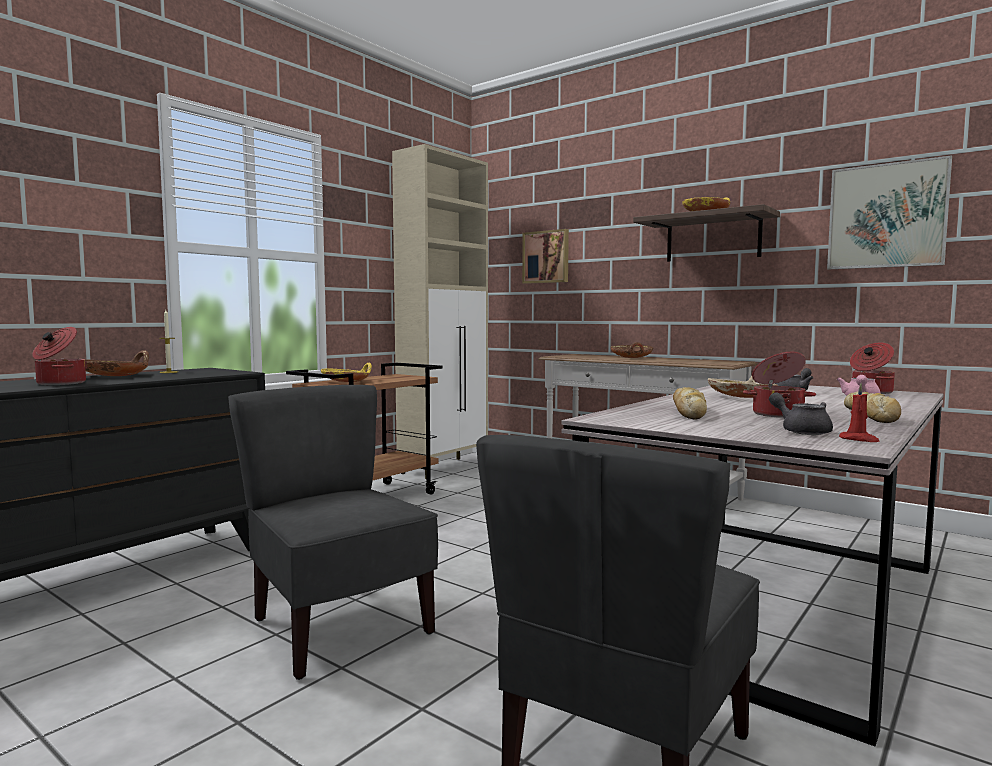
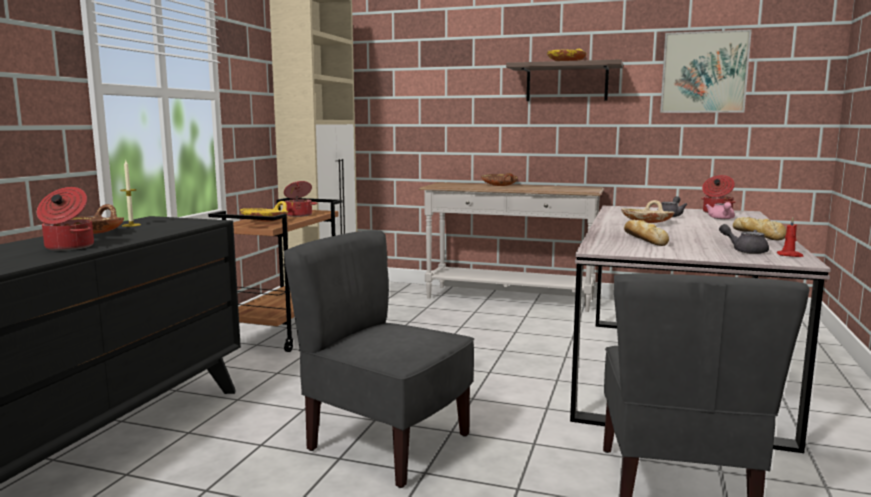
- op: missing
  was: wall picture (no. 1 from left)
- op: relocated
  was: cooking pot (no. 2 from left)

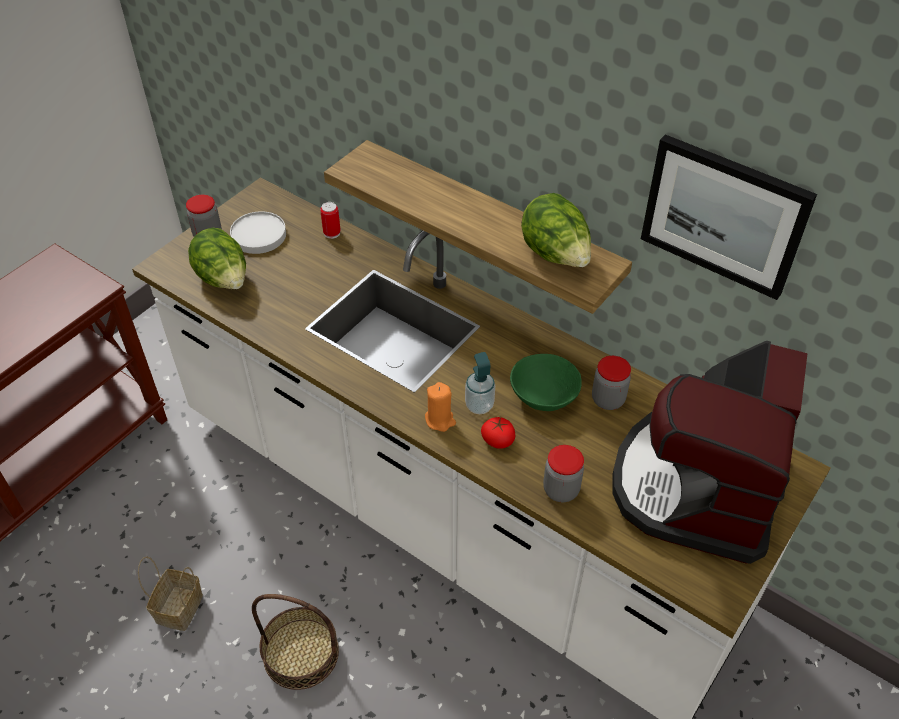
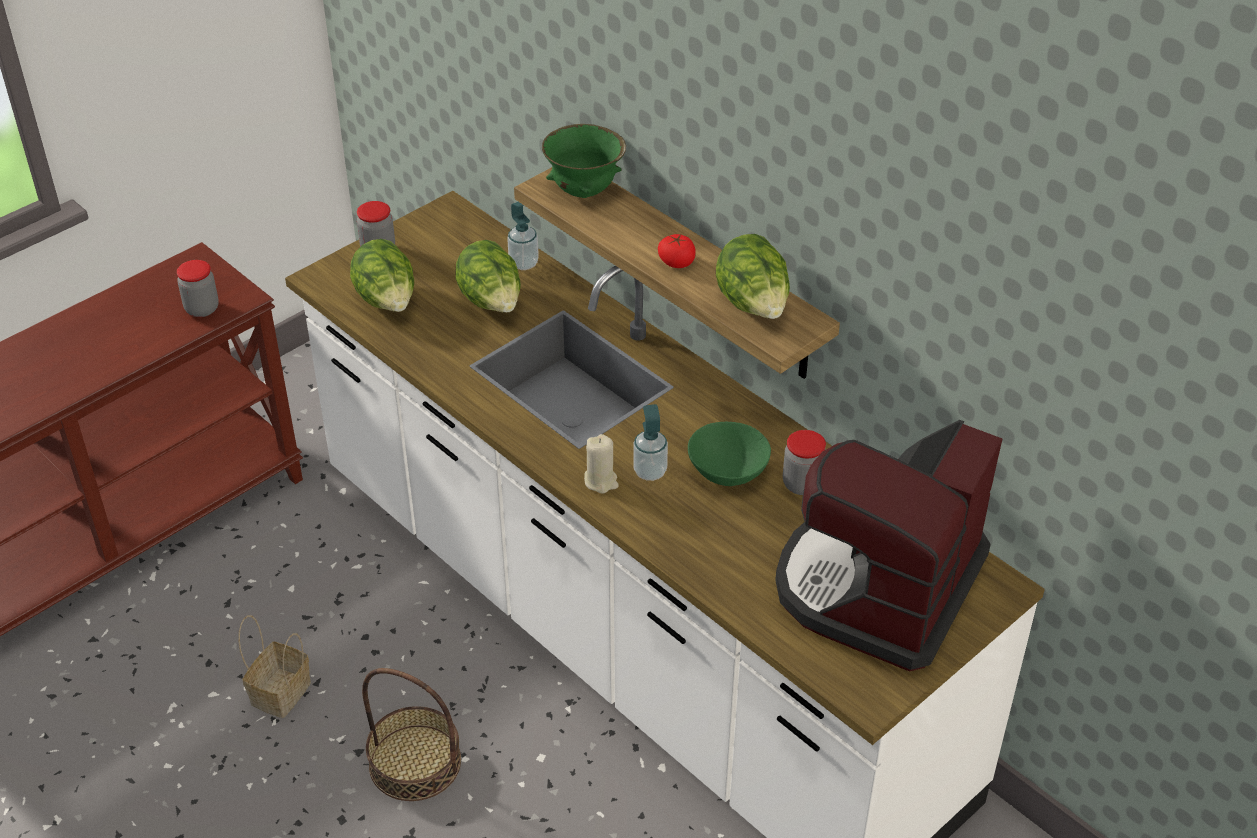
- op: missing
  was: wall picture
- op: exchanged
  was: sealed can
  now: soap bottle (no. 1 from left)
- op: missing
  was: white dinner plate
- op: colour
  was: orange-coloured wax light
  now: beige-coloured wax light
- op: relocated
  was: whole tomato
- op: relocated
  was: storage jar (no. 2 from left in the first image)
  now: storage jar (no. 1 from left)
- op: appeared
  now: green-coloured bowl (no. 1 from left)
- op: appeared
  now: lettuce (no. 2 from left)

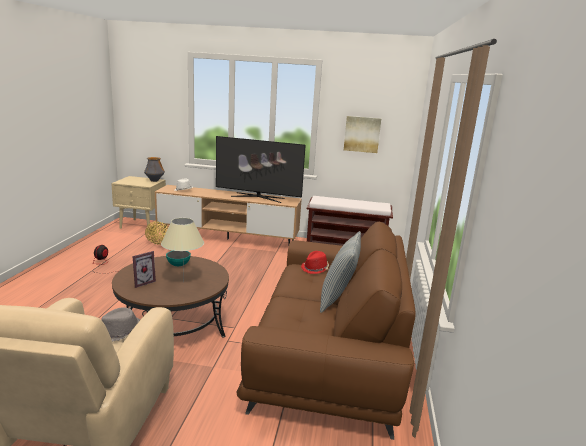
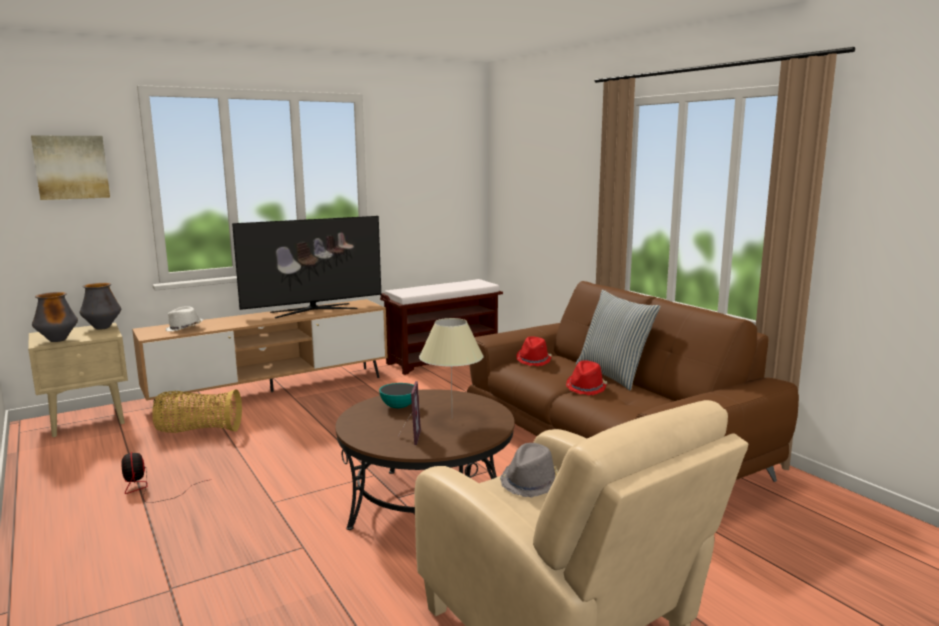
- op: relocated
  was: wall picture
- op: appeared
  now: decorative vase (no. 1 from left)
- op: appeared
  now: red-coloured wearable hat (no. 2 from left)

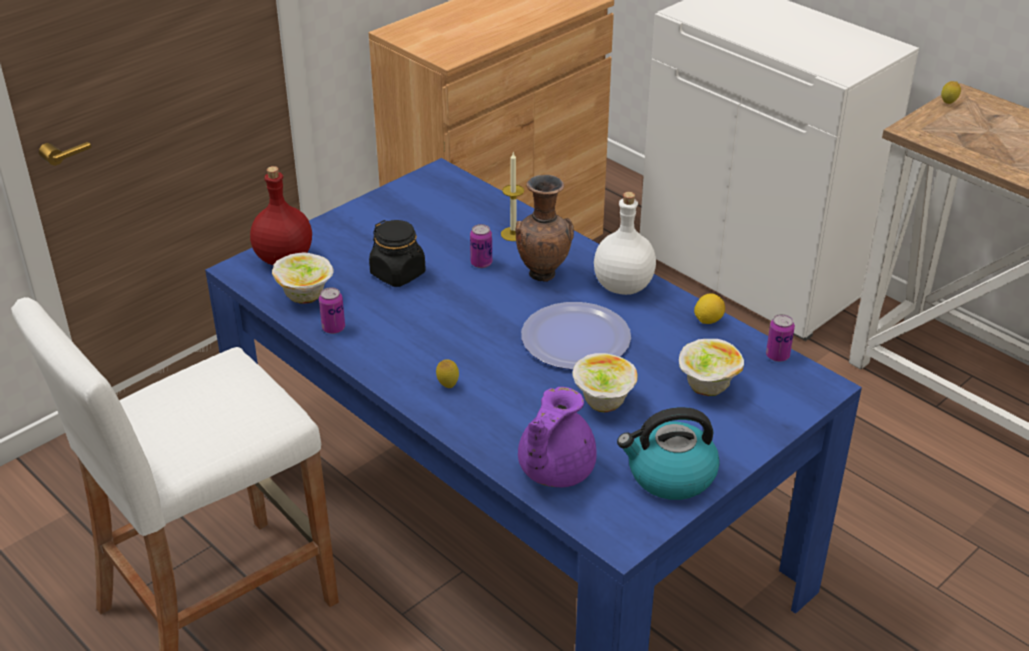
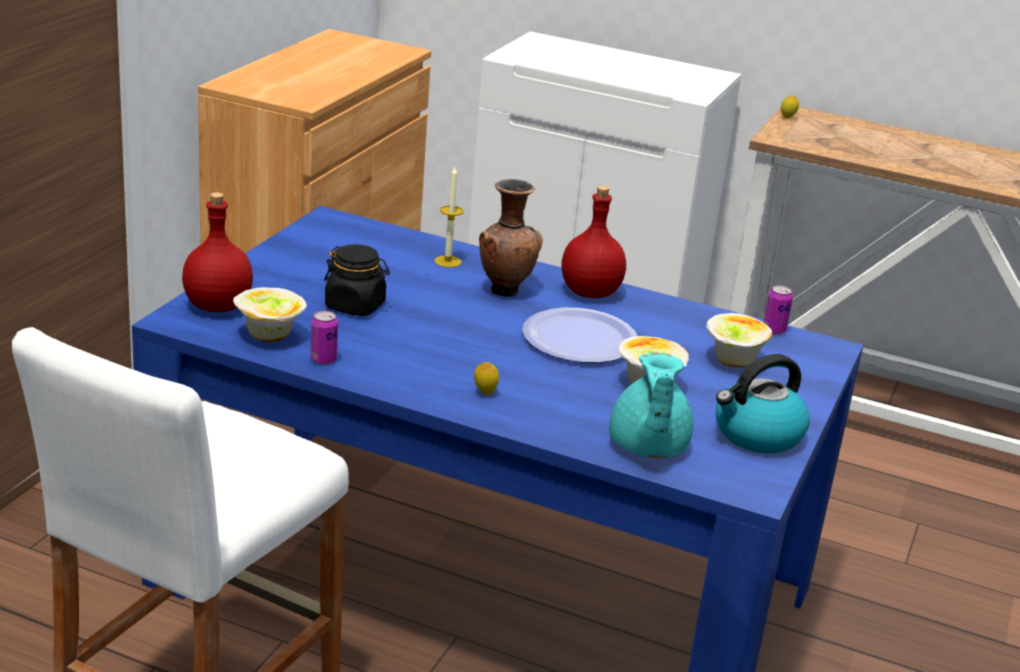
- op: colour
  was: white drink bottle
  now: red-coloured drink bottle (no. 2 from left)
- op: missing
  was: sealed can (no. 2 from left)
- op: missing
  was: lemon (no. 2 from left)
- op: colour
  was: purple tea pot
  now: turquoise-coloured tea pot

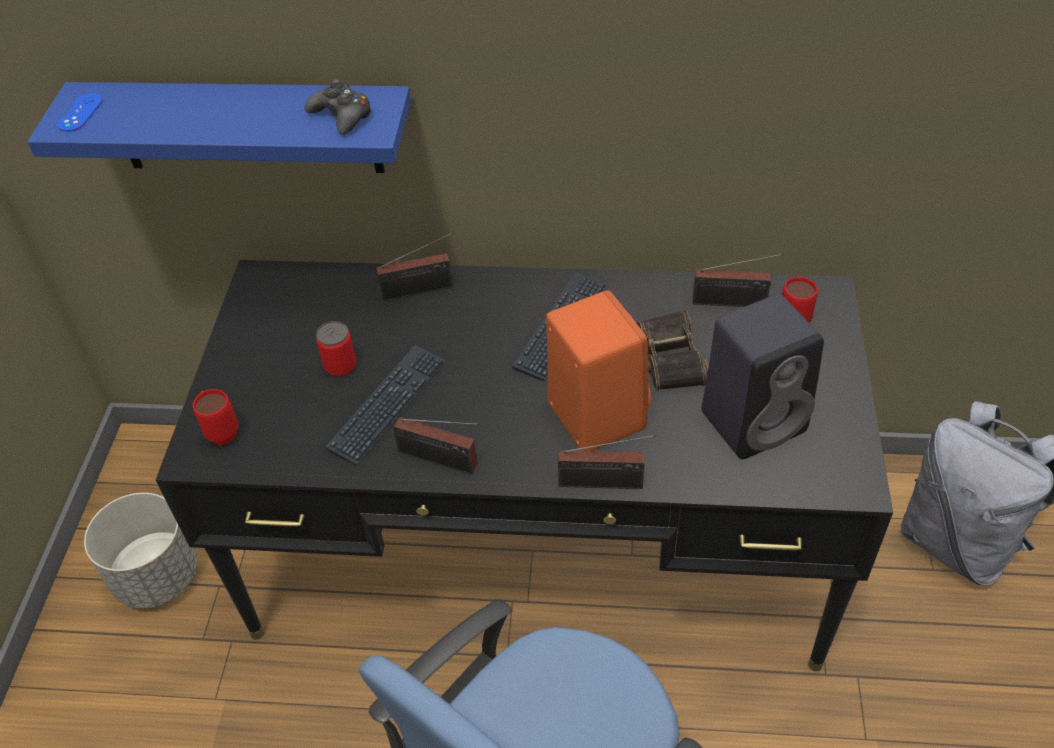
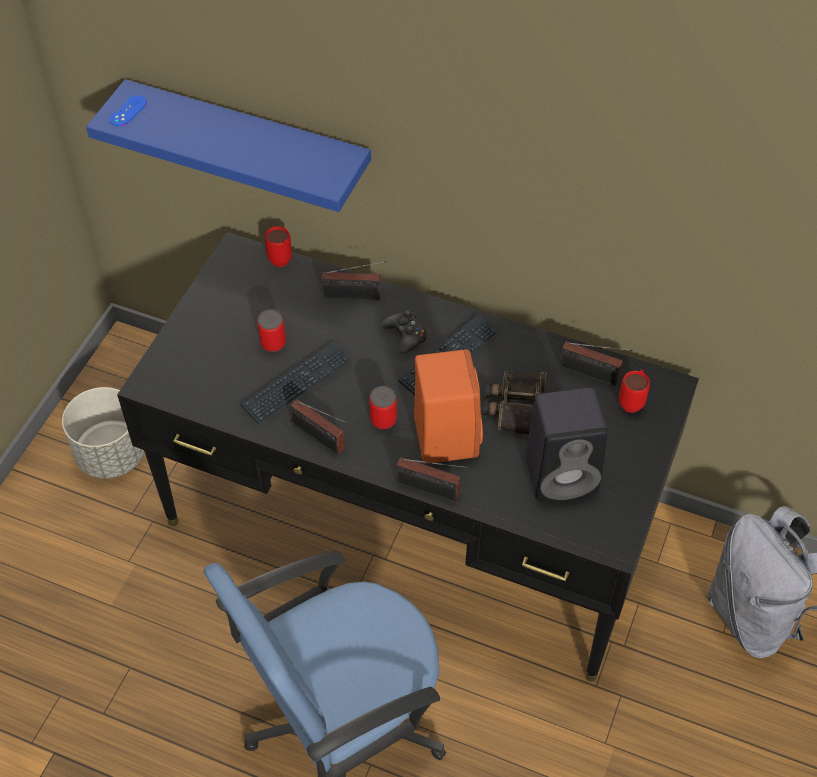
- op: relocated
  was: black-coloured joypad
- op: relocated
  was: red-coloured tea mug (no. 1 from left)
- op: appeared
  now: sealed can (no. 2 from left)

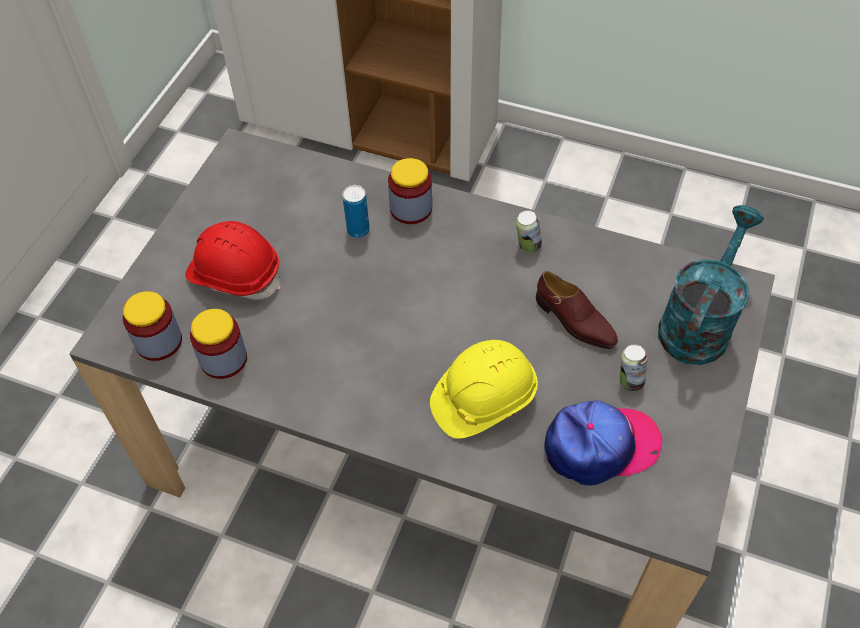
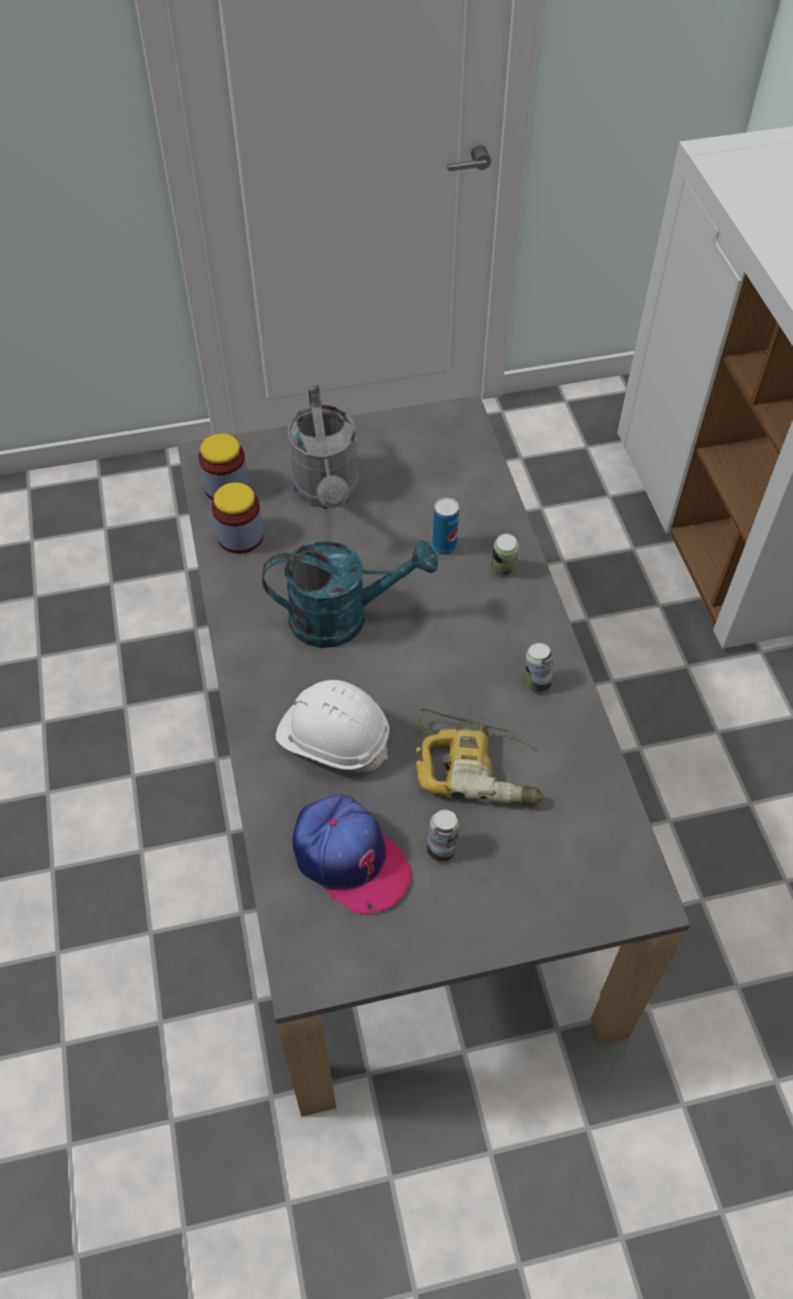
- op: exchanged
  was: storage jar (no. 3 from left)
  now: sealed can (no. 3 from left)
- op: relocated
  was: turquoise-coloured watering can
- op: exchanged
  was: red-coloured work helmet
  now: greyish watering can
- op: exchanged
  was: brown-coloured shoe
  now: drill
- op: colour
  was: yellow work helmet
  now: white work helmet

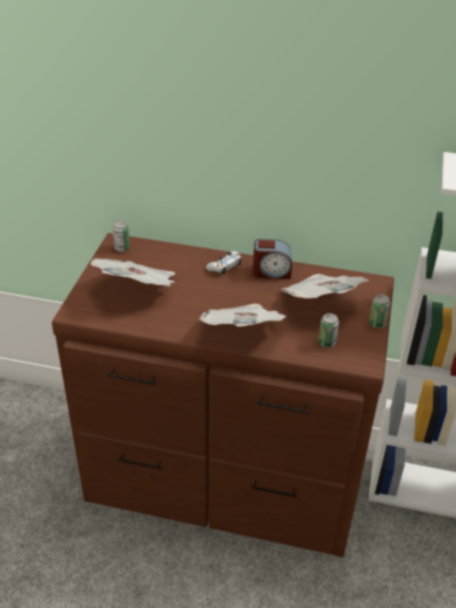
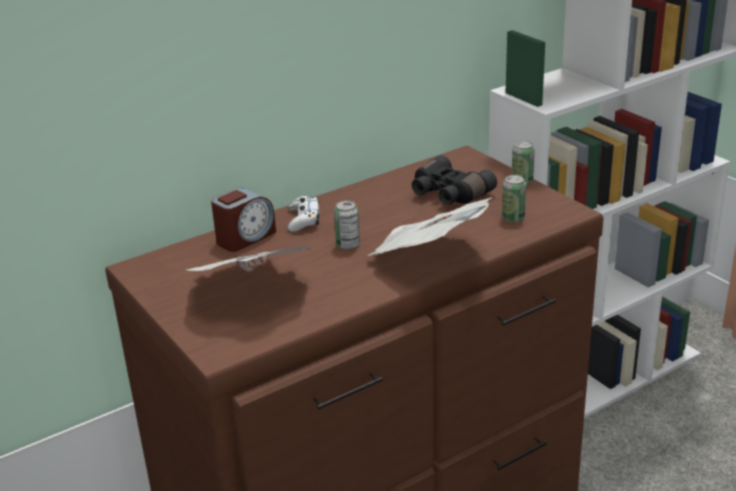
- op: relocated
  was: sealed can (no. 1 from left)
- op: relocated
  was: bedside clock
- op: exchanged
  was: printed paper (no. 3 from left)
  now: black-coloured field glasses

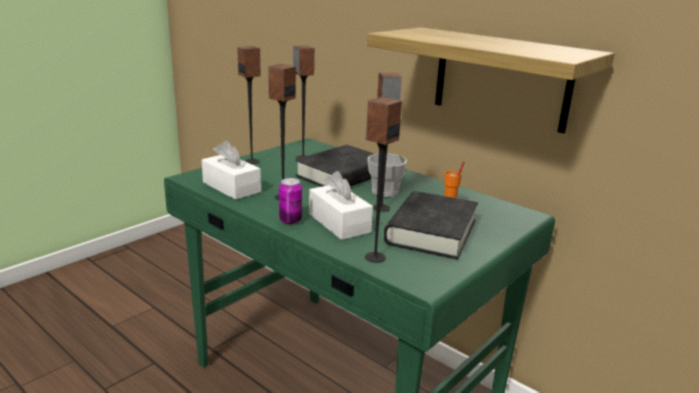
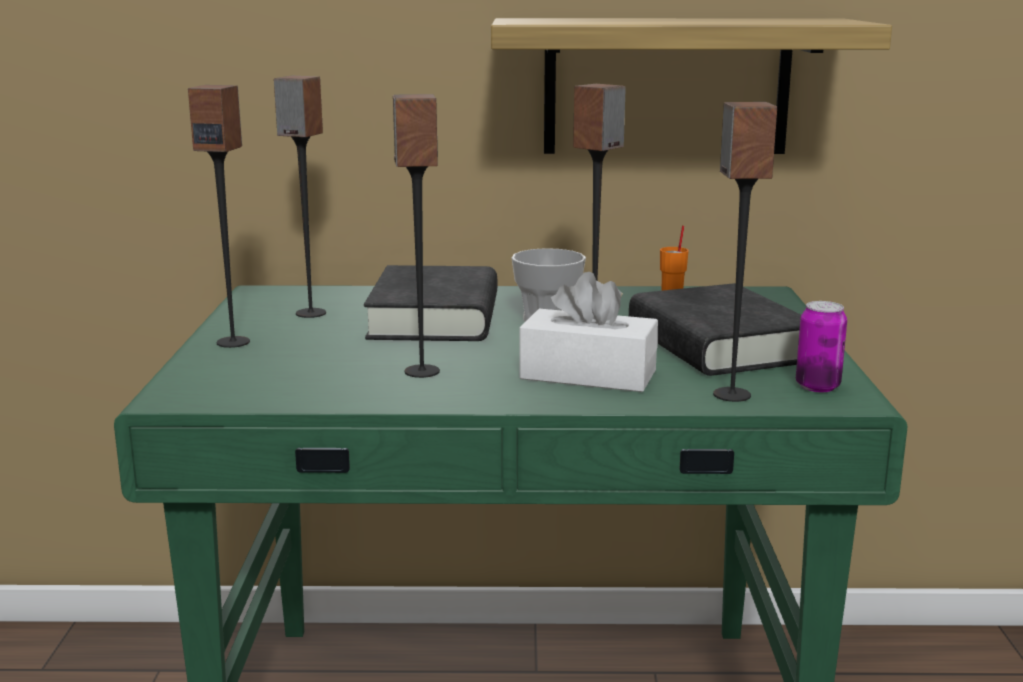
- op: missing
  was: white tissue holder (no. 1 from left)
- op: relocated
  was: sealed can

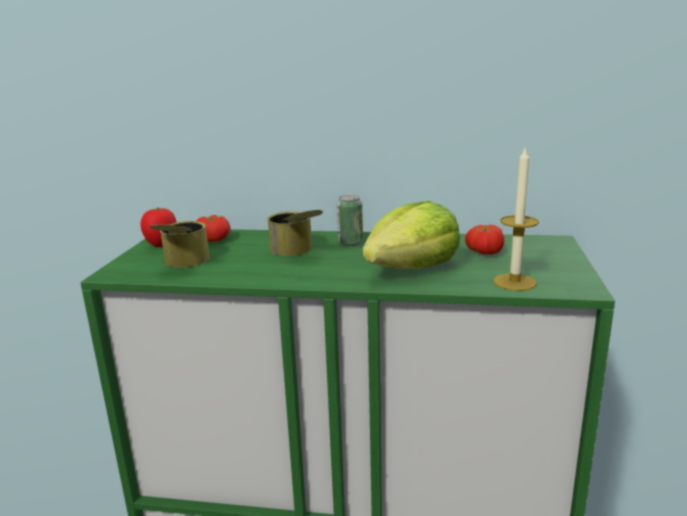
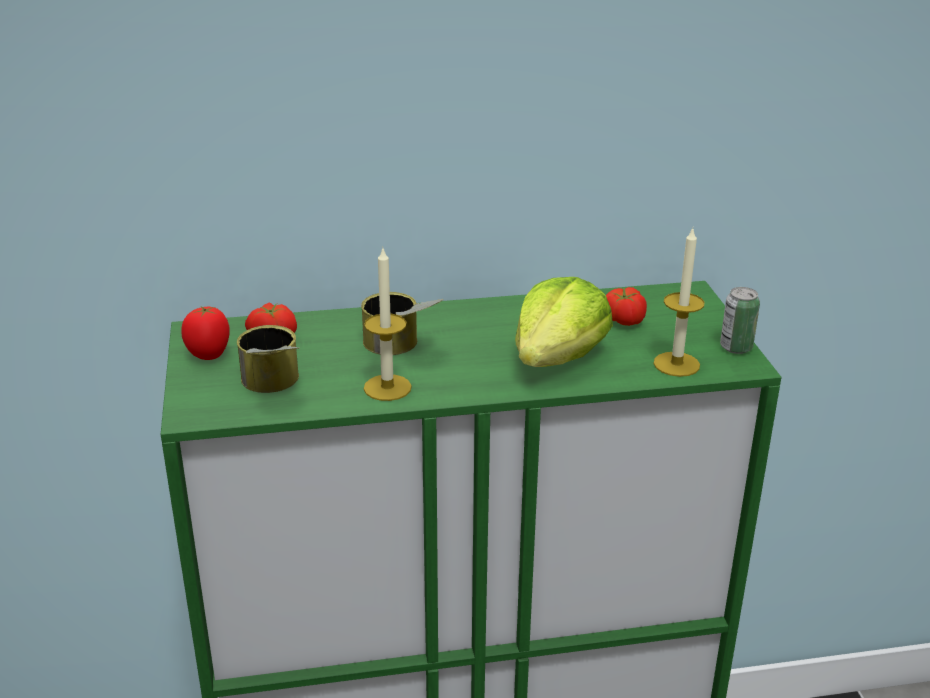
- op: relocated
  was: sealed can (no. 3 from left)
- op: appeared
  now: wax light (no. 1 from left)

